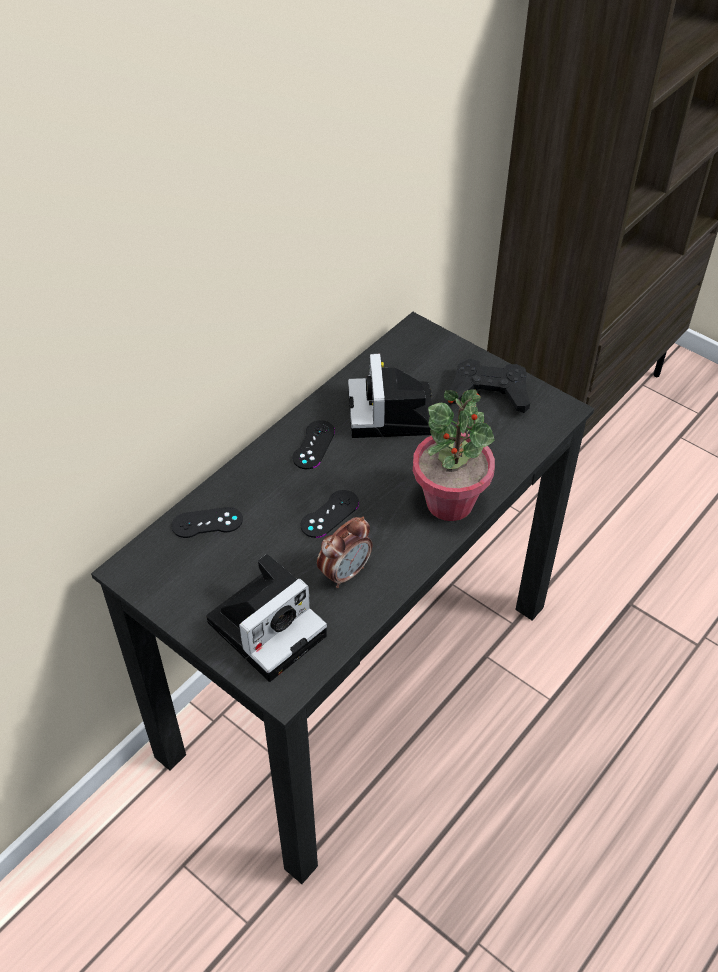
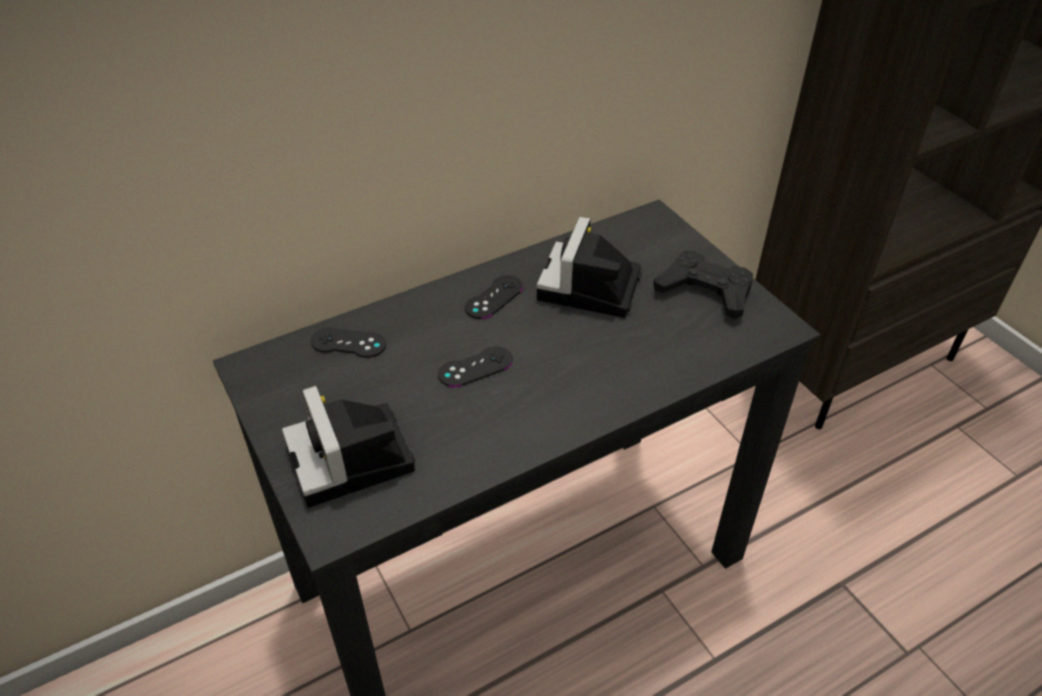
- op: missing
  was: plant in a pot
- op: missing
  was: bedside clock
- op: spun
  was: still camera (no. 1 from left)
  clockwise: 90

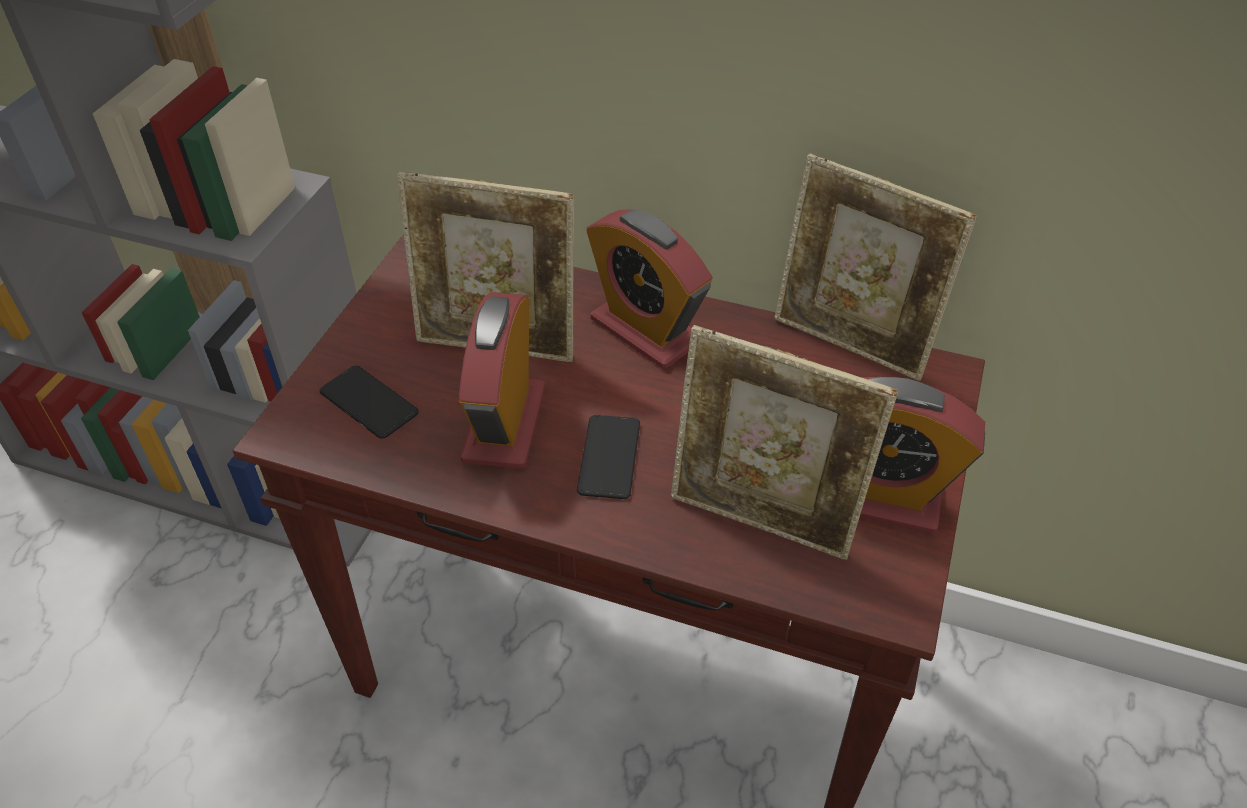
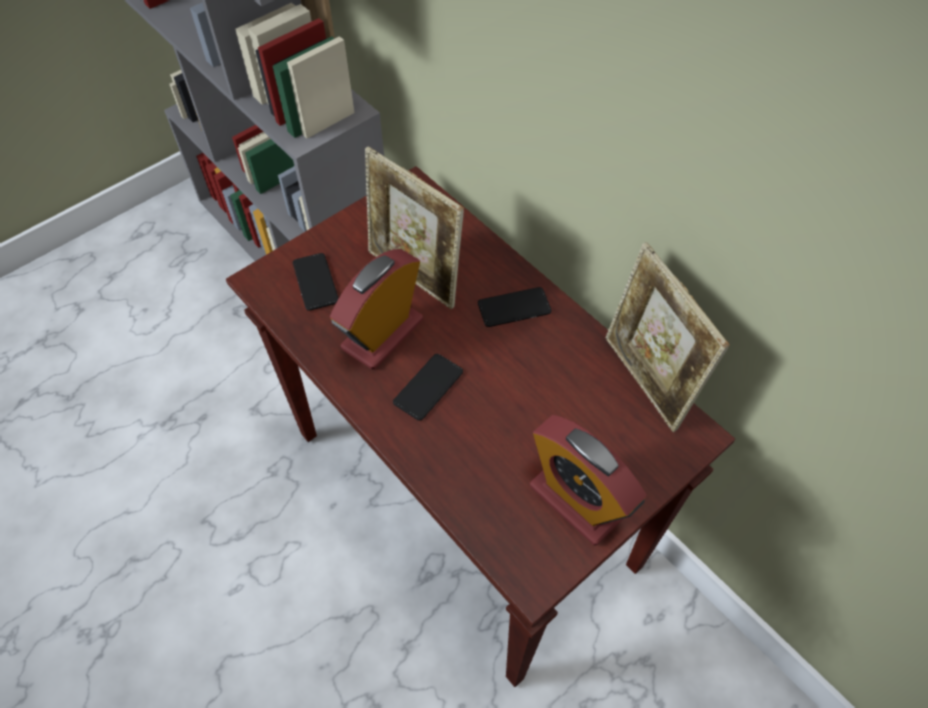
- op: exchanged
  was: bedside clock (no. 2 from left)
  now: telephone (no. 3 from left)
- op: missing
  was: picture frame (no. 2 from left)

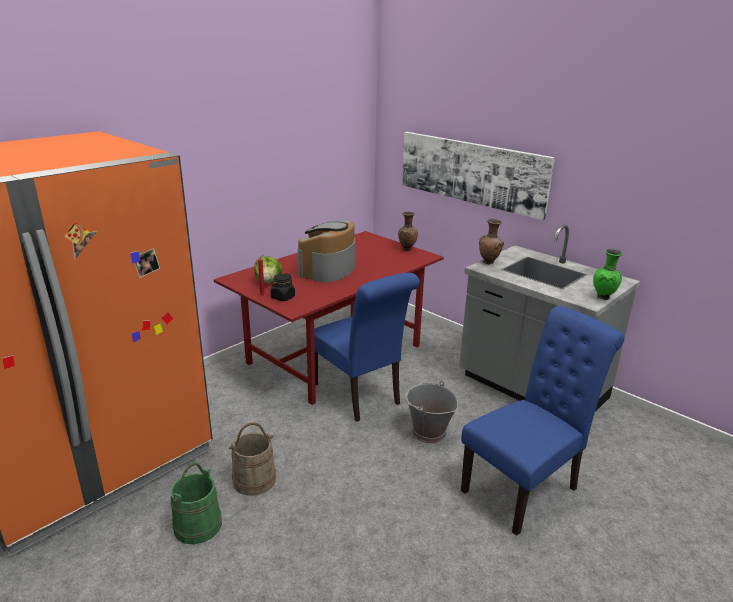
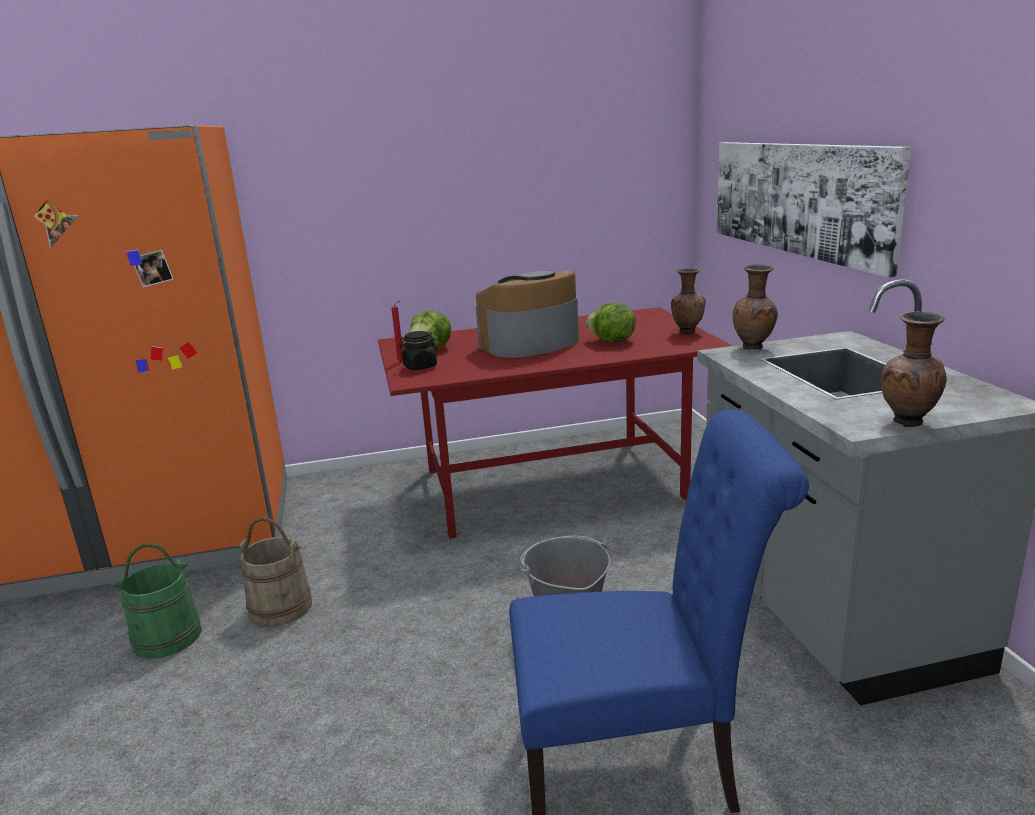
- op: colour
  was: green-coloured decorative vase
  now: brown-coloured decorative vase (no. 3 from left)
- op: missing
  was: blue upright chair (no. 1 from left)
- op: appeared
  now: lettuce (no. 2 from left)

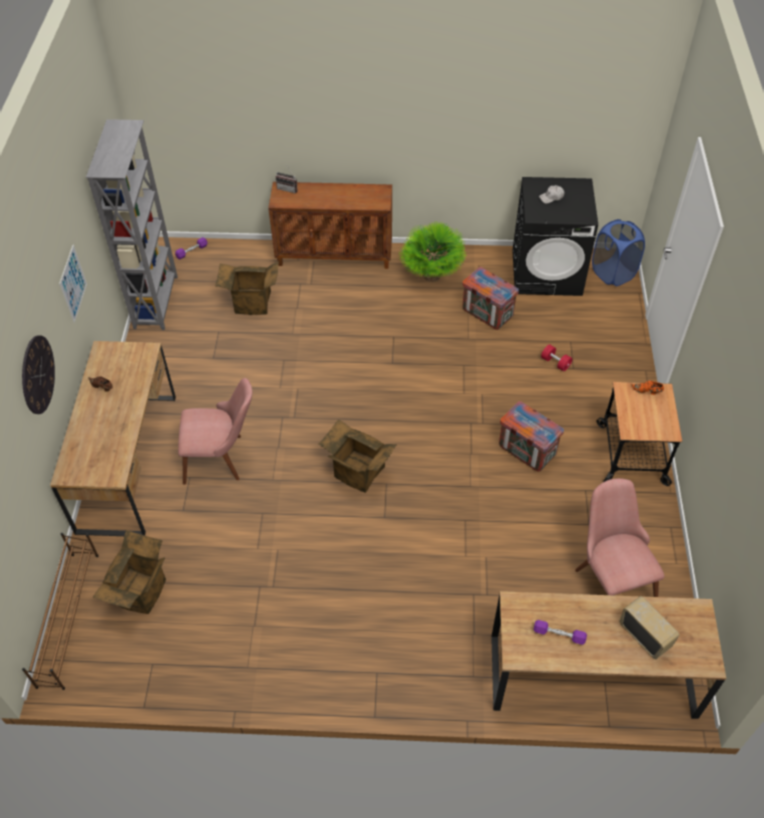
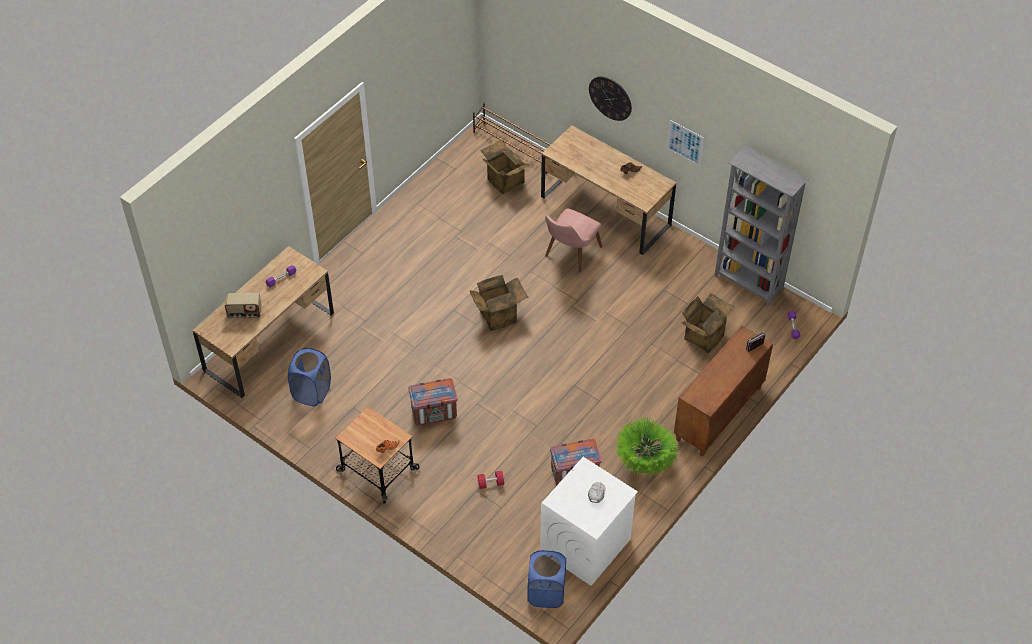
- op: colour
  was: black-coloured washing machine
  now: white washing machine
- op: exchanged
  was: pink upright chair (no. 2 from left)
  now: blue hamper (no. 1 from left)

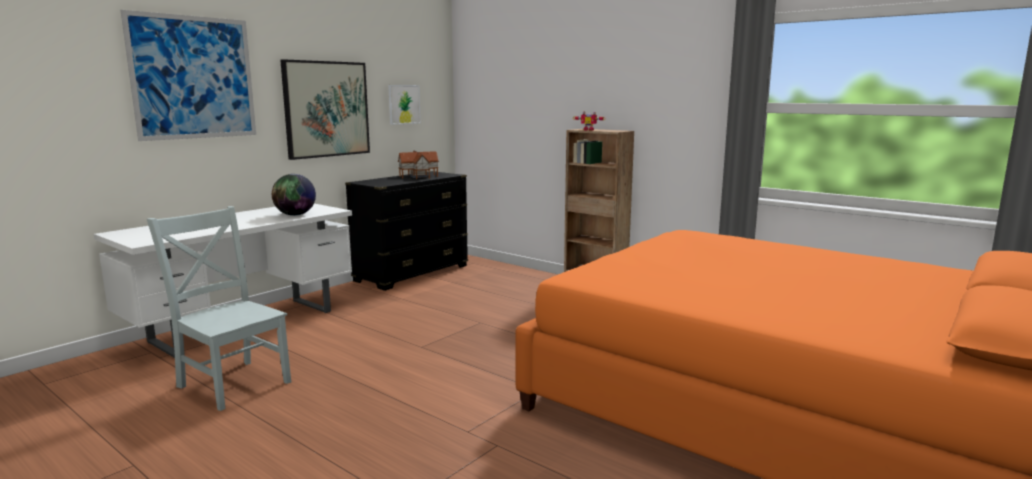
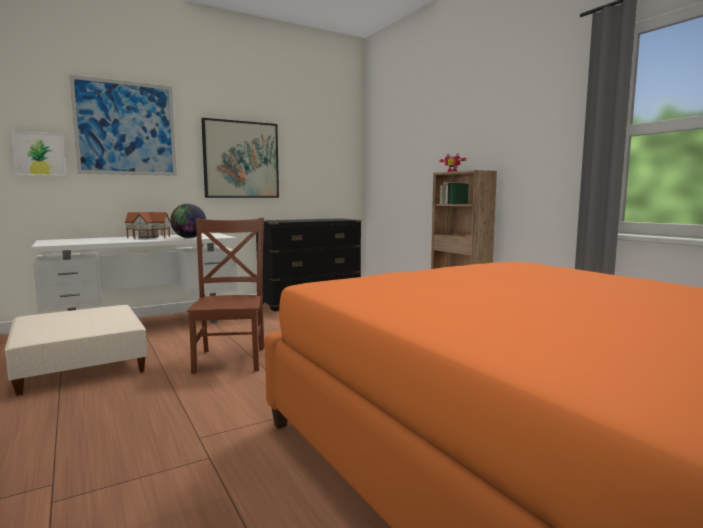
- op: relocated
  was: wall picture (no. 3 from left in the first image)
  now: wall picture (no. 1 from left)
- op: relocated
  was: toy house
- op: exchanged
  was: greyish upright chair
  now: beige-coloured footrest
- op: appeared
  now: brown-coloured upright chair

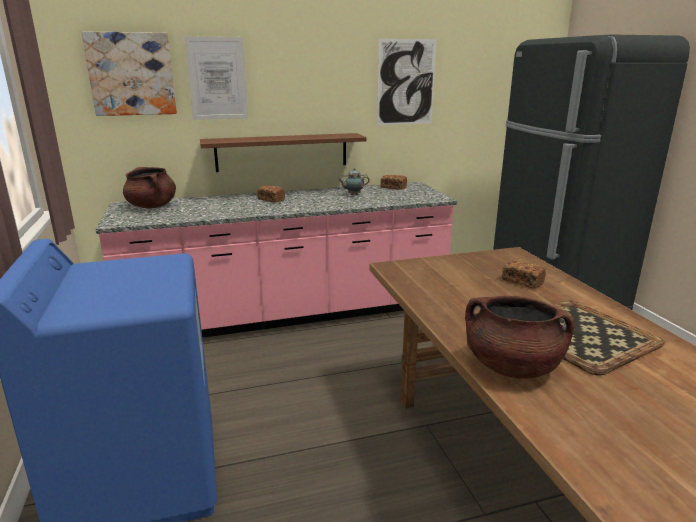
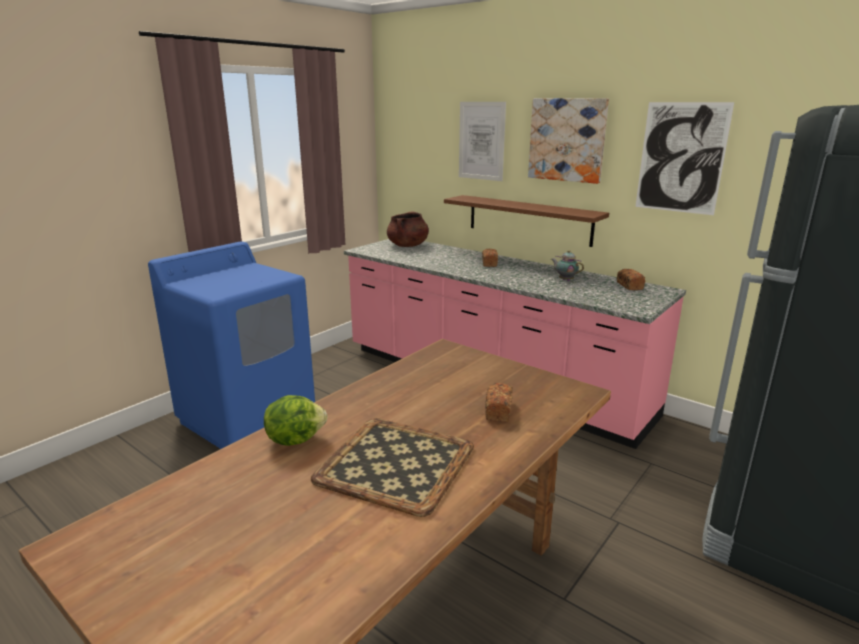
- op: relocated
  was: wall picture (no. 1 from left in the first image)
  now: wall picture (no. 2 from left)
- op: exchanged
  was: brown-coloured cooking pot (no. 2 from left)
  now: lettuce

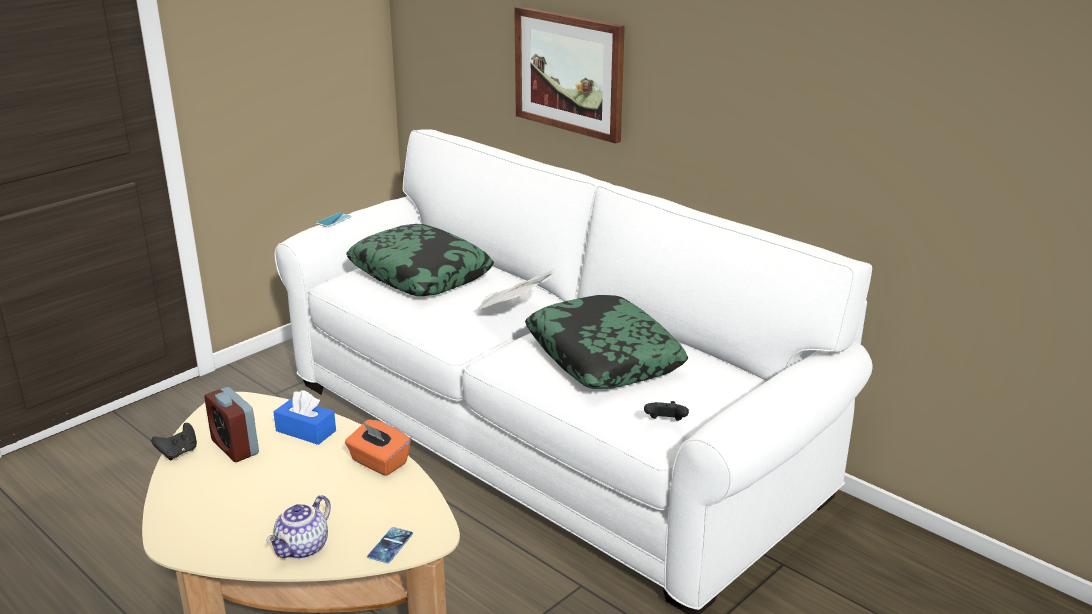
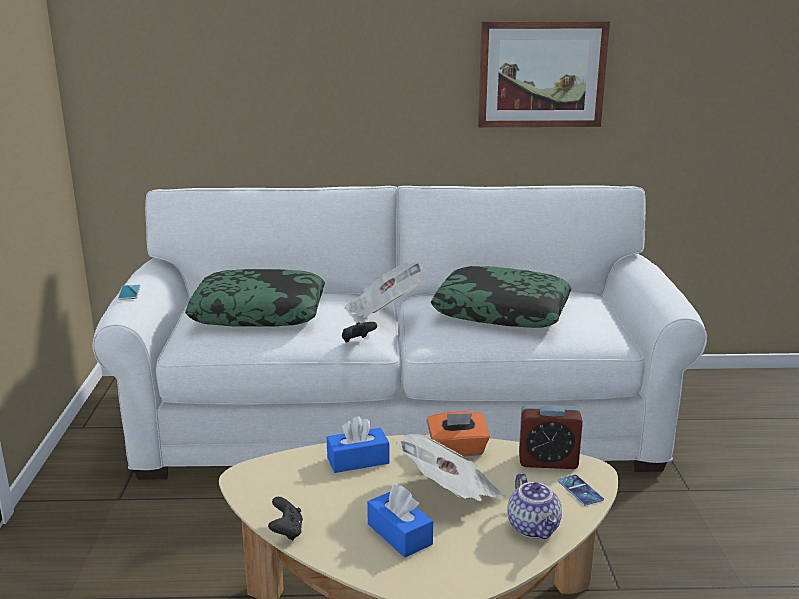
- op: relocated
  was: wall picture
- op: relocated
  was: bedside clock
- op: relocated
  was: black-coloured joypad (no. 2 from left)
- op: appeared
  now: printed paper (no. 2 from left)
- op: appeared
  now: blue tissue holder (no. 2 from left)

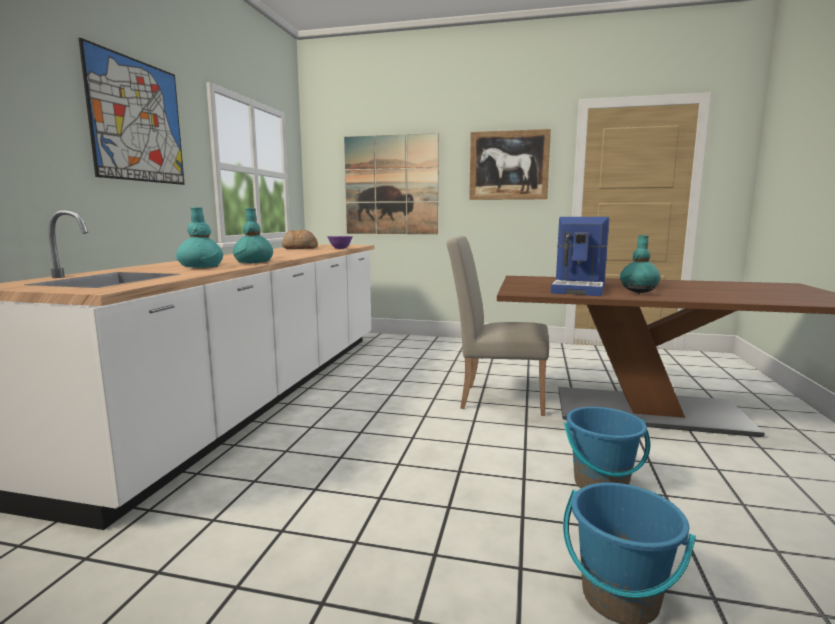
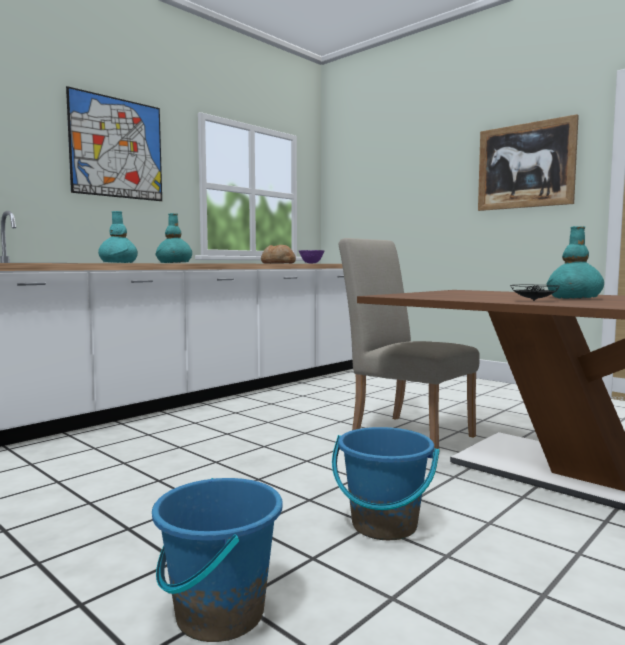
- op: missing
  was: wall picture (no. 2 from left)
- op: missing
  was: coffee maker

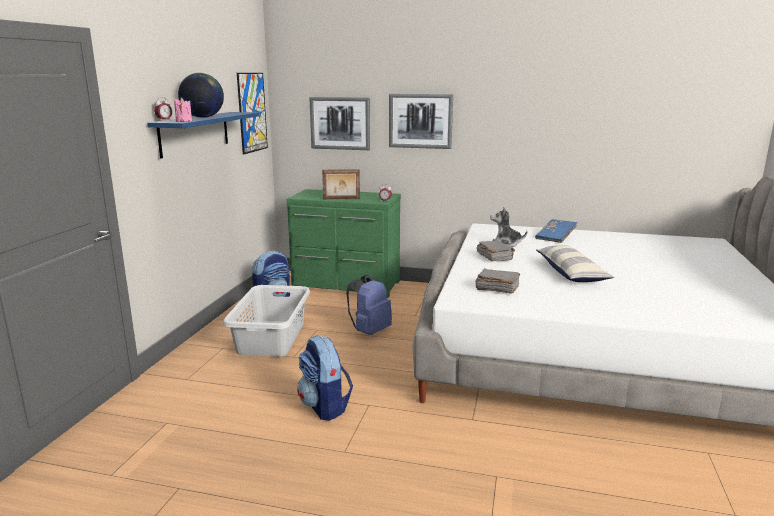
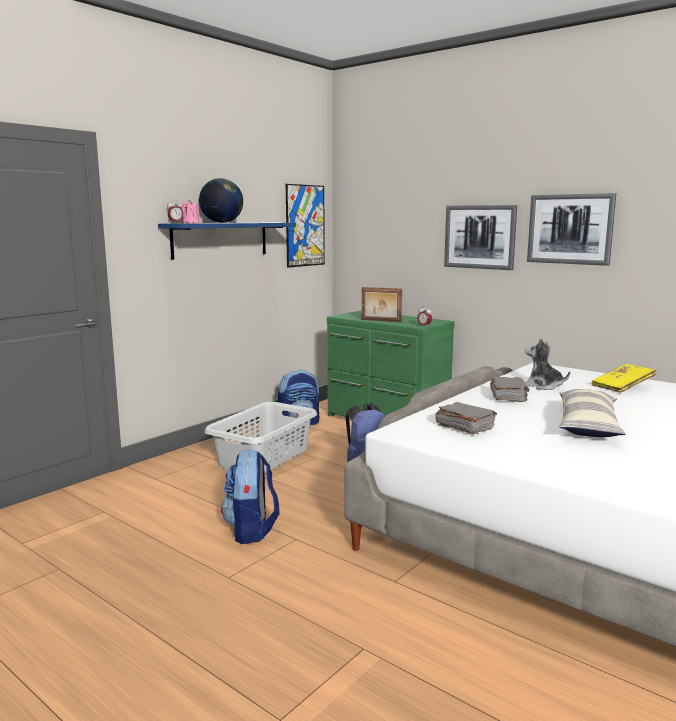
- op: relocated
  was: wall picture (no. 2 from left in the first image)
  now: wall picture (no. 3 from left)
- op: colour
  was: blue bound book
  now: yellow bound book

